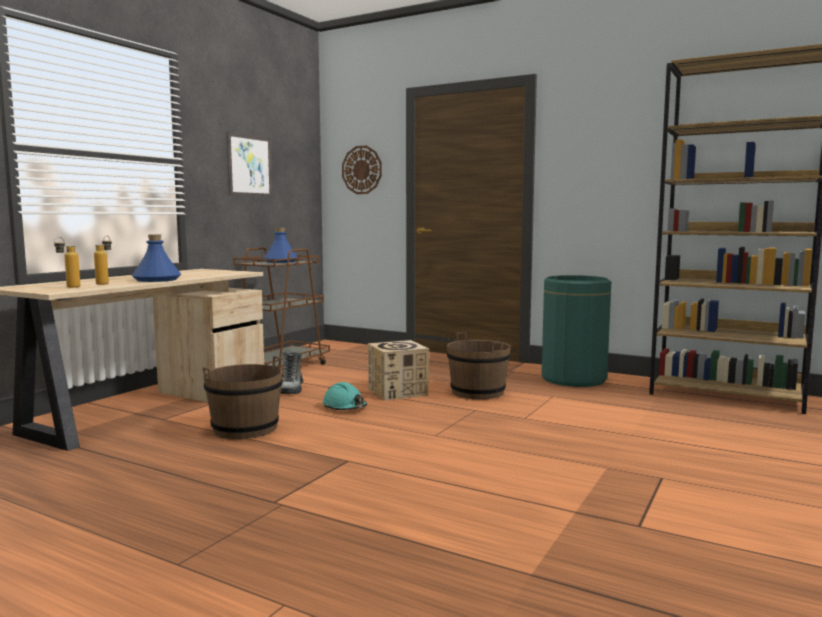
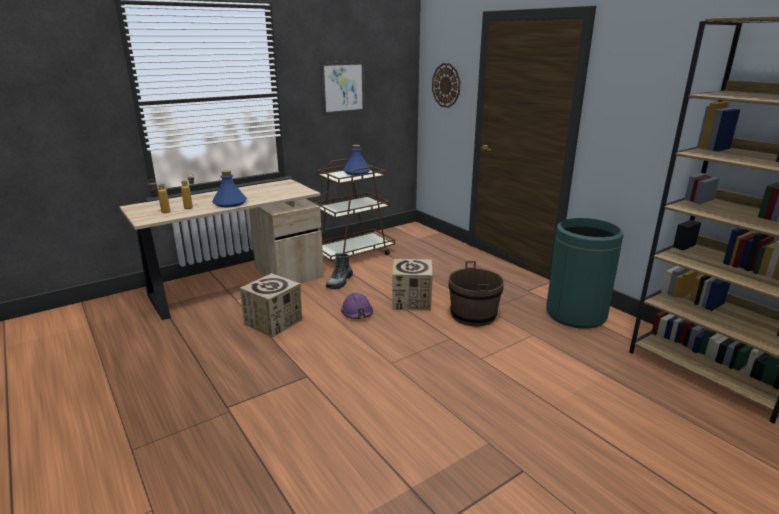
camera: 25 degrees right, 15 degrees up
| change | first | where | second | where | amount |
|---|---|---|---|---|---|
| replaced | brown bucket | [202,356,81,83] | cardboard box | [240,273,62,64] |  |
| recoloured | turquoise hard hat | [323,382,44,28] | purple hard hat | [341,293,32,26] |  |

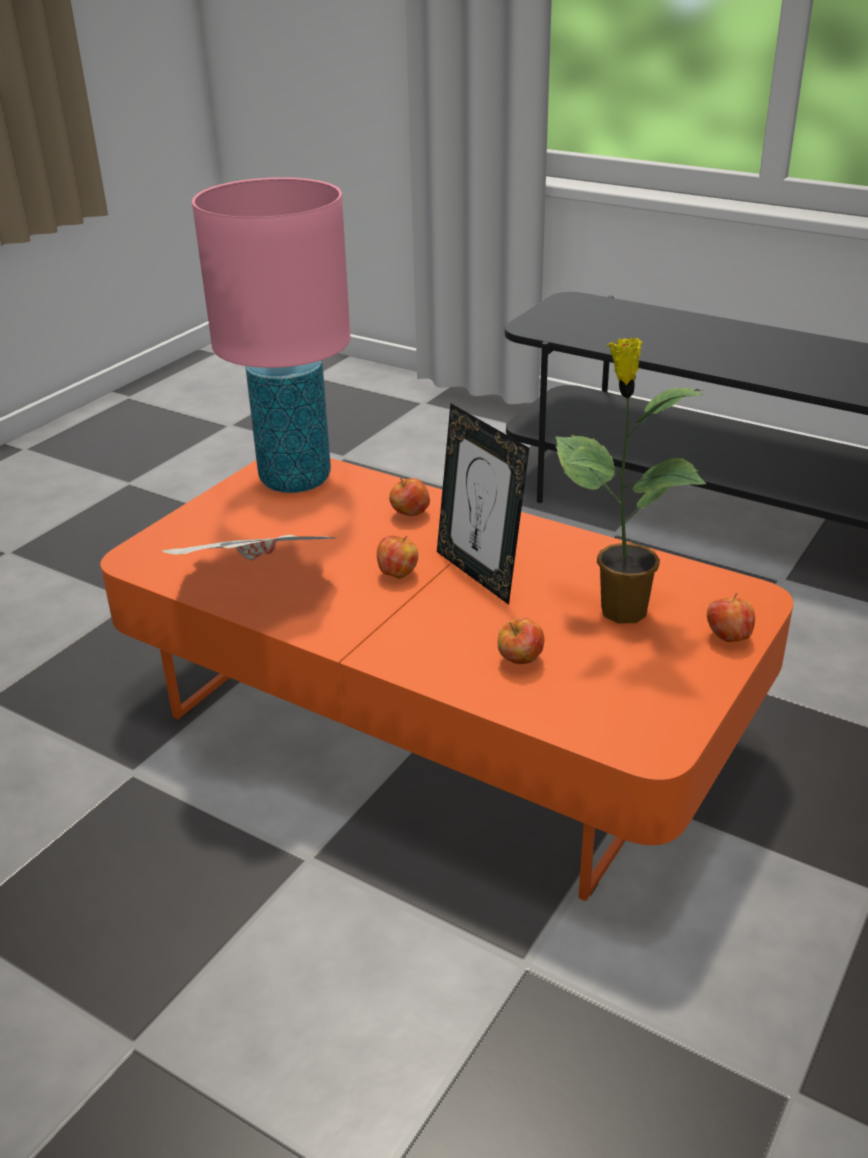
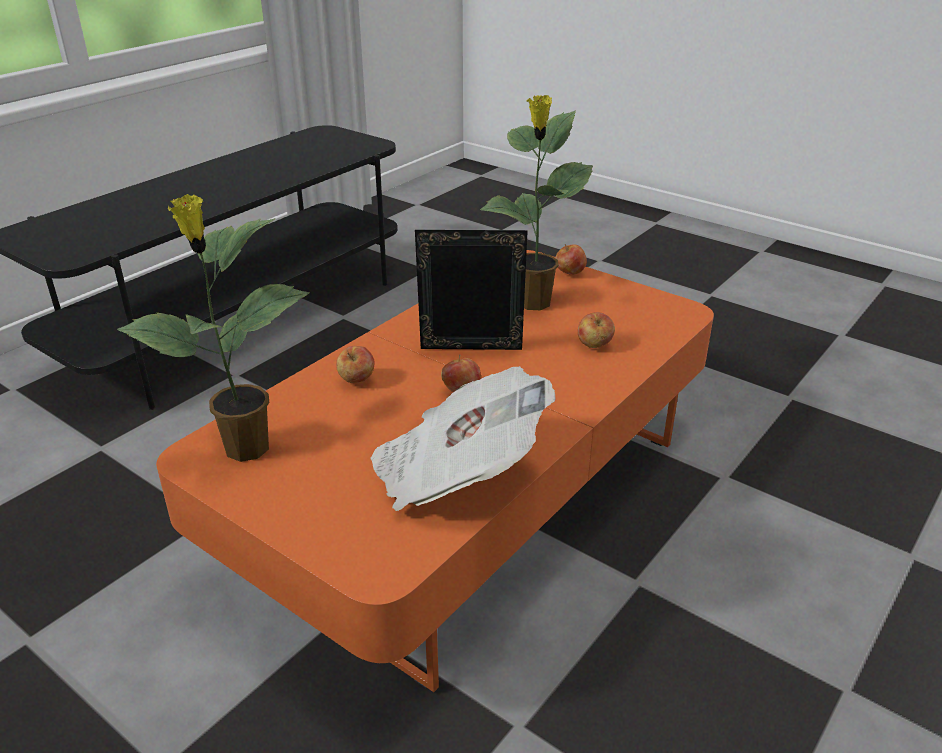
camera: 85 degrees left, 0 degrees up
| change | first | where | second | where | amount |
|---|---|---|---|---|---|
| replaced | pink table lamp | [192,177,158,316] | potted plant | [117,194,192,268] |  |
| turned | picture frame | [437,403,92,202] |  | [415,230,113,120] | 150 degrees counterclockwise |

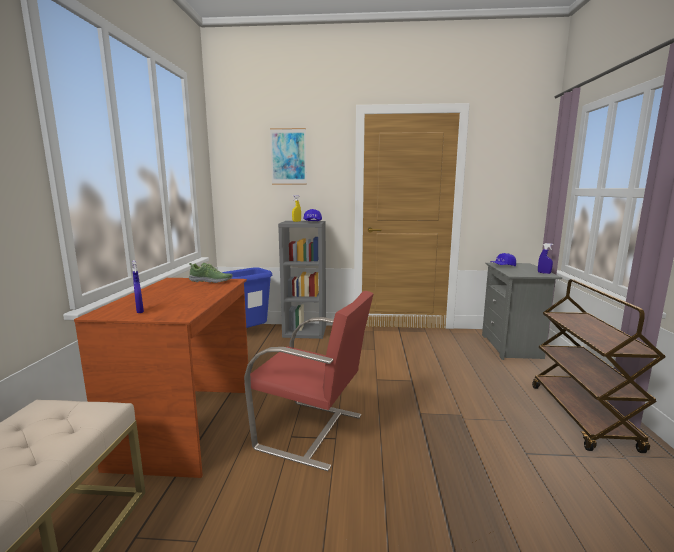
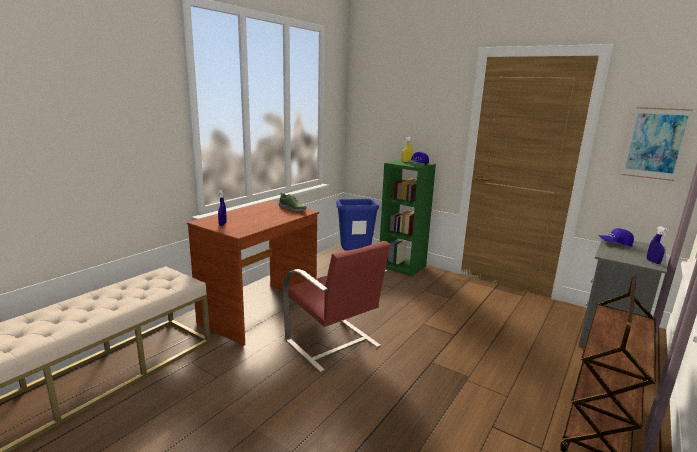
camera: 30 degrees right, 5 degrees up
| change | first | where | second | where | amount |
|---|---|---|---|---|---|
| moved | picture | [270,128,37,57] |  | [621,107,72,74] |  |
| recoloured | grey bookcase | [278,221,48,118] | green bookcase | [380,159,56,117] |  |

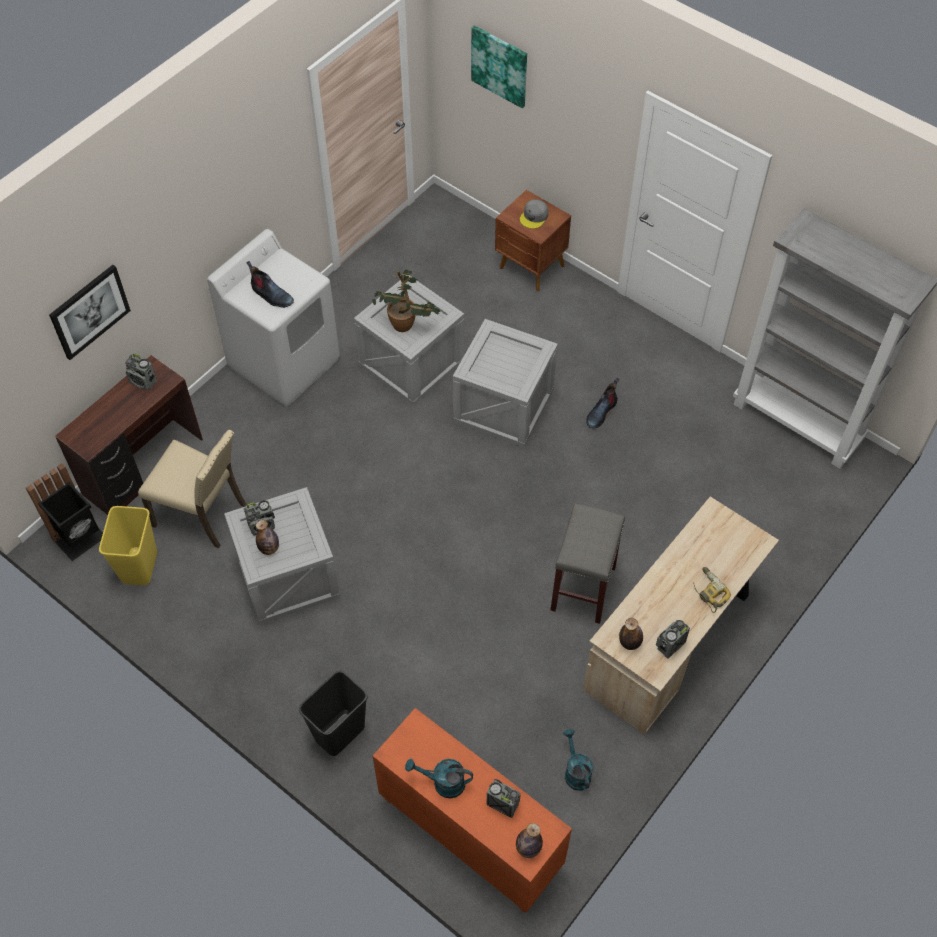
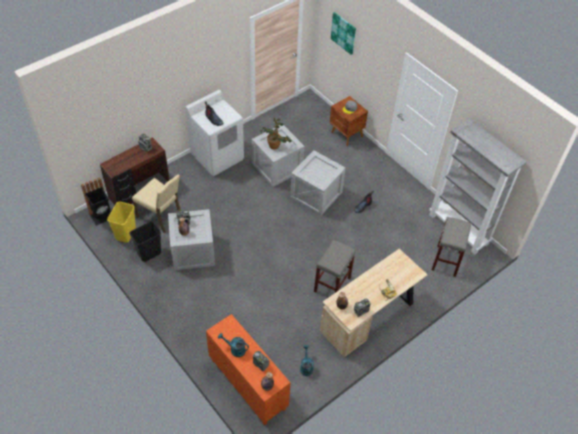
camera: 10 degrees right, 5 degrees down
| change | first | where | second | where | amount |
|---|---|---|---|---|---|
| removed | picture | [49,265,82,95] |  |  |  |
| moved | black trash can | [299,671,69,85] |  | [130,221,31,41] |  |
| added |  |  | grey stool | [432,217,39,60] |  |

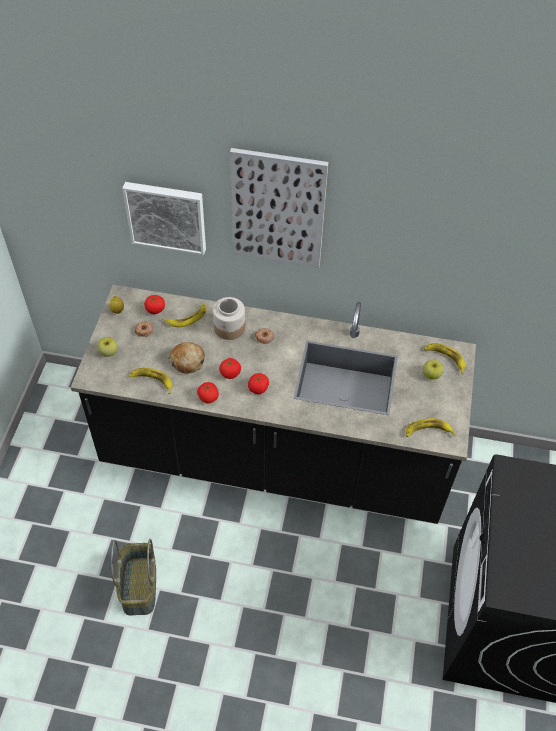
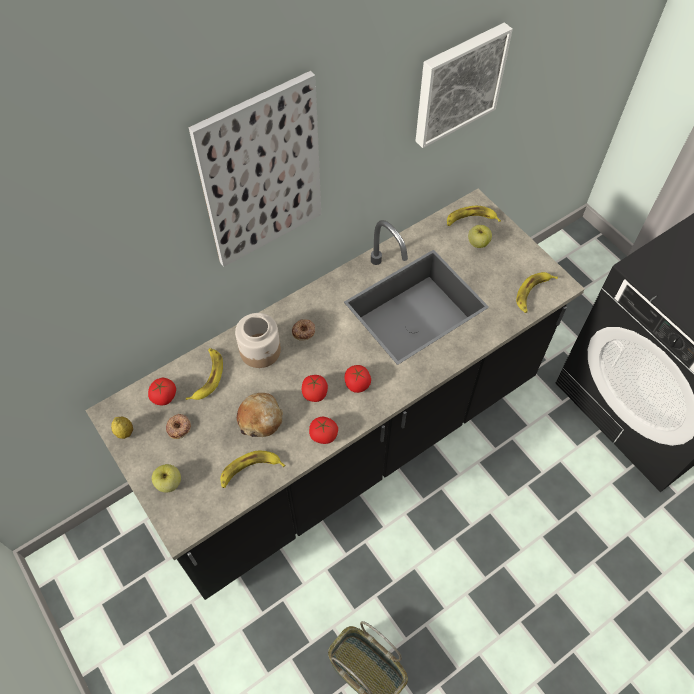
camera: 45 degrees left, 5 degrees up
| change | first | where | second | where | amount |
|---|---|---|---|---|---|
| moved | picture | [122,182,84,73] |  | [416,22,97,126] |  |

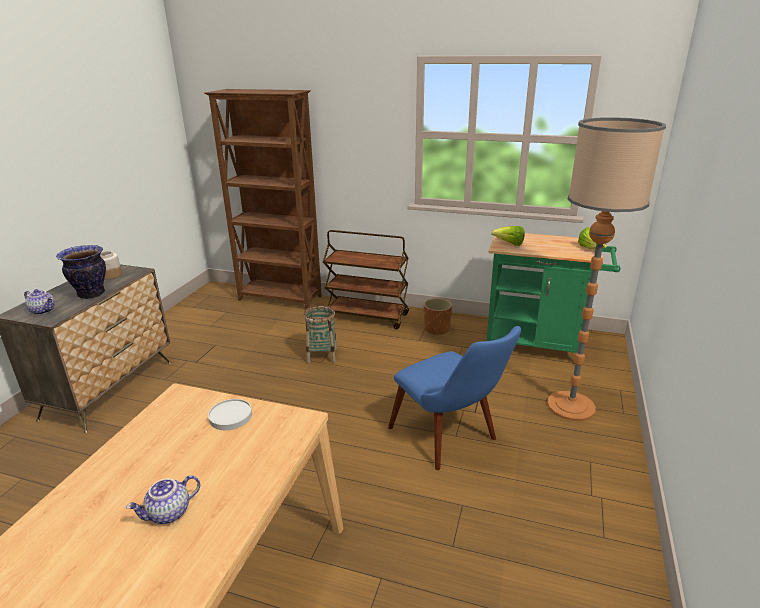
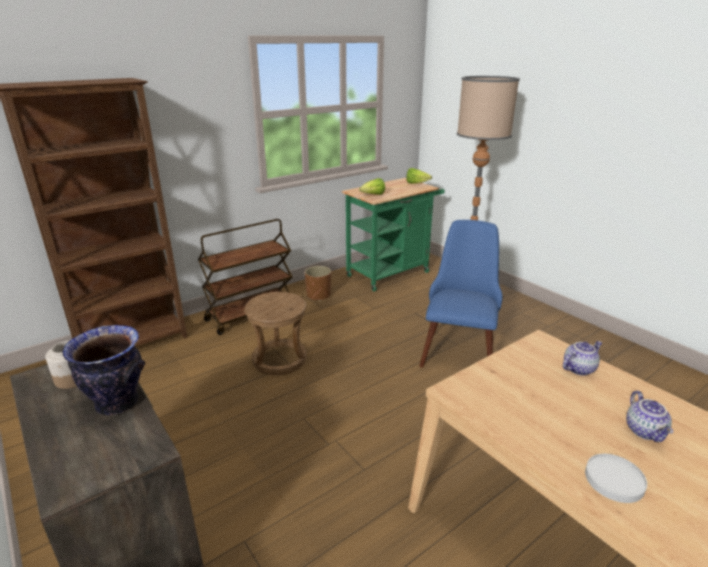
camera: 55 degrees left, 0 degrees up
| change | first | where | second | where | amount |
|---|---|---|---|---|---|
| moved | teapot | [24,289,31,26] |  | [563,341,39,34] |  |
| replaced | basket | [304,305,33,58] | brown stool | [244,292,62,83] |  |
| turned | blue chair | [388,326,133,144] |  | [419,220,84,148] | 75 degrees counterclockwise |
| moved | white plate | [208,399,44,31] |  | [585,454,62,49] |  |

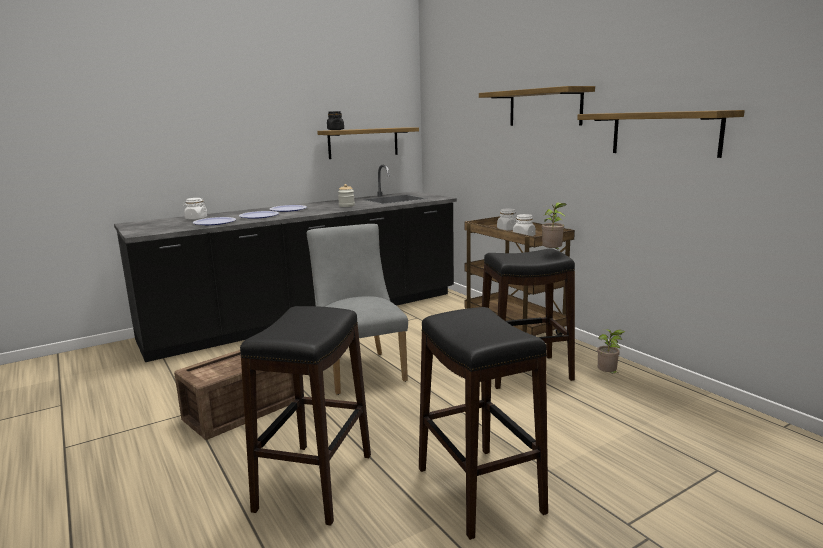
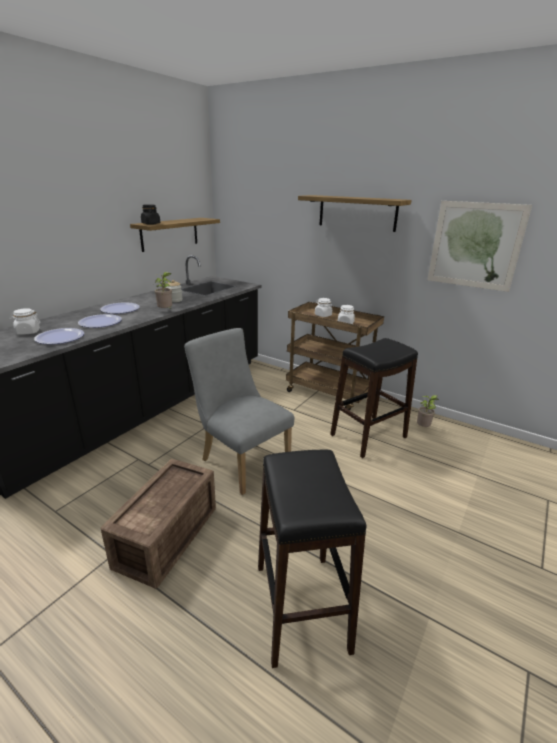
camera: 25 degrees left, 10 degrees up
| change | first | where | second | where | amount |
|---|---|---|---|---|---|
| replaced | shelf | [577,110,168,48] | picture | [427,201,105,91] |  |
| moved | potted plant | [542,202,25,49] |  | [155,272,17,36] |  |
| removed | black stool | [419,307,129,233] |  |  |  |

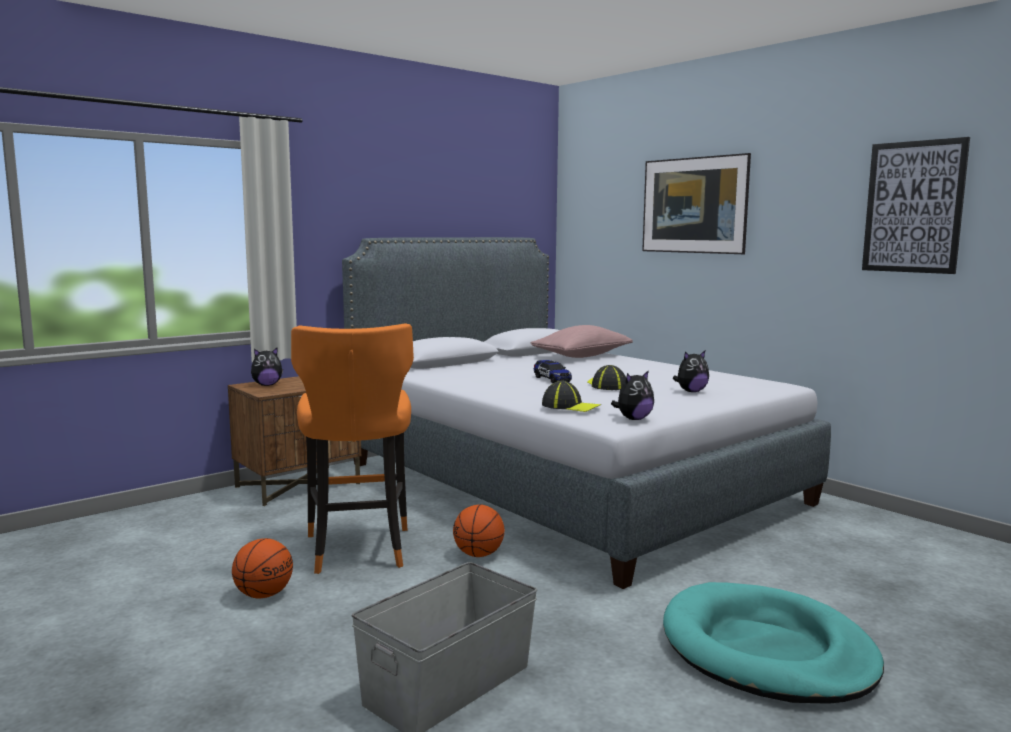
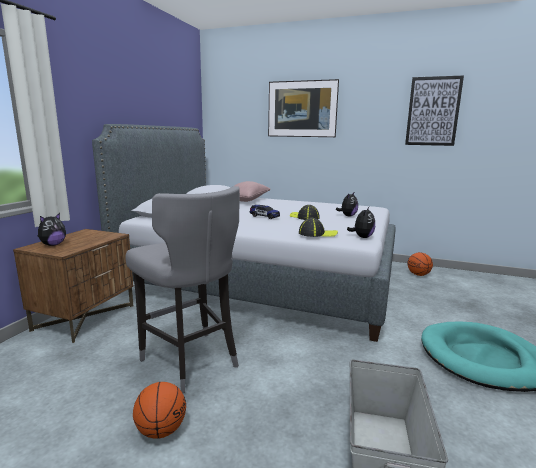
camera: 30 degrees left, 5 degrees up
| change | first | where | second | where | amount |
|---|---|---|---|---|---|
| recoloured | orange stool | [291,324,123,250] | grey stool | [125,186,115,207] |  |
| moved | basketball | [453,504,52,53] |  | [407,252,26,24] |  |

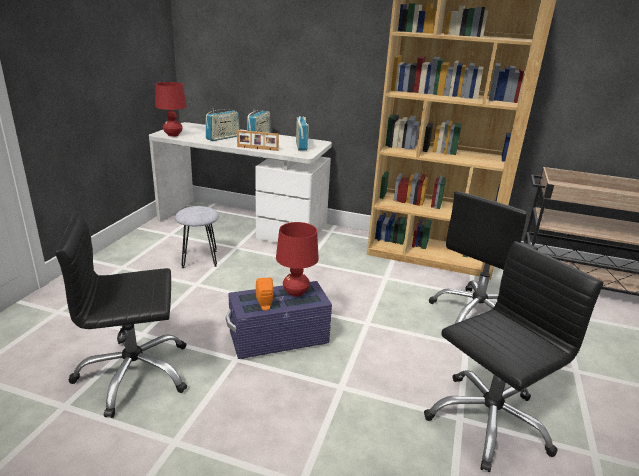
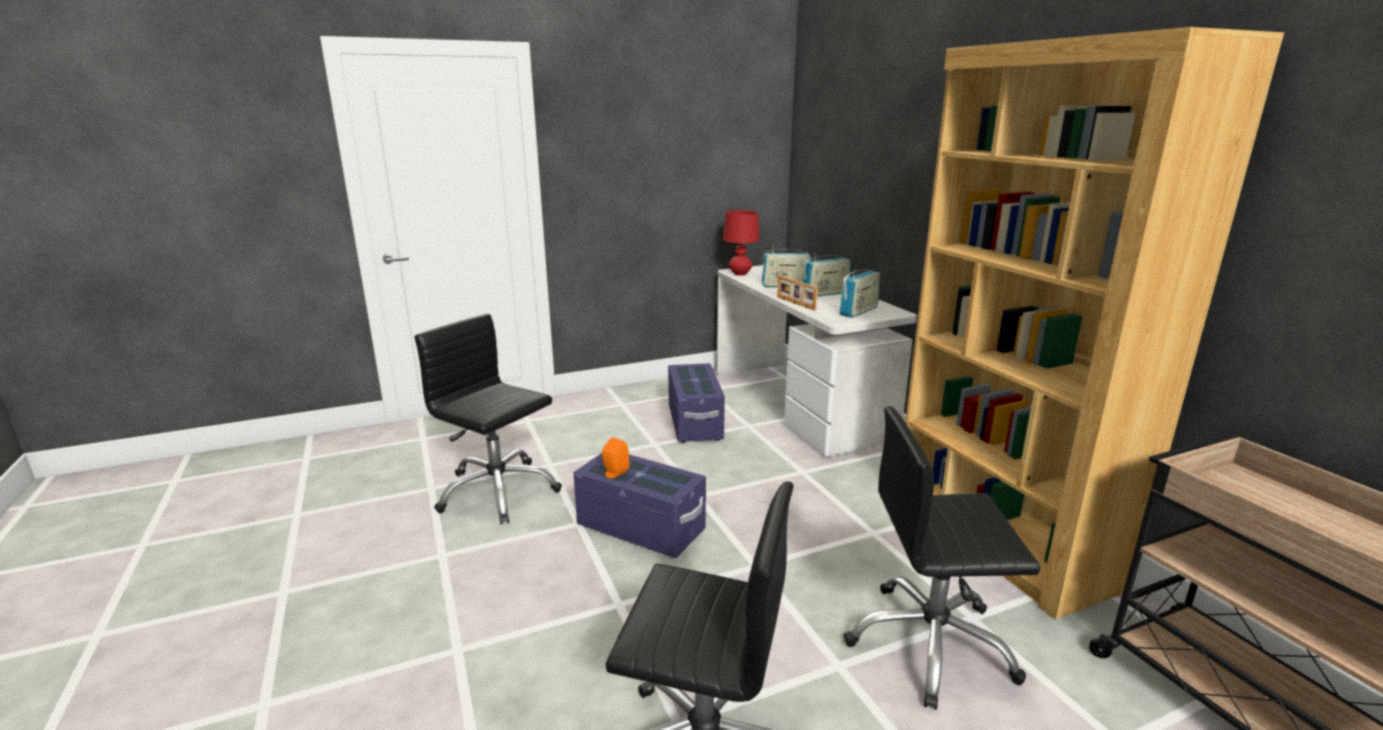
camera: 50 degrees right, 5 degrees down
| change | first | where | second | where | amount |
|---|---|---|---|---|---|
| replaced | grey stool | [175,206,44,62] | purple storage box | [668,363,57,80] |  |
| removed | red table lamp | [276,222,43,75] |  |  |  |

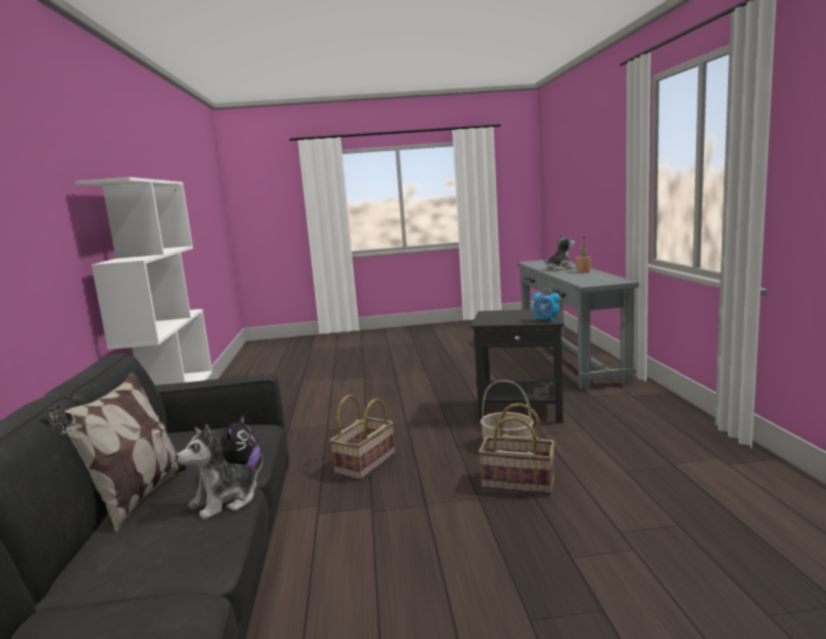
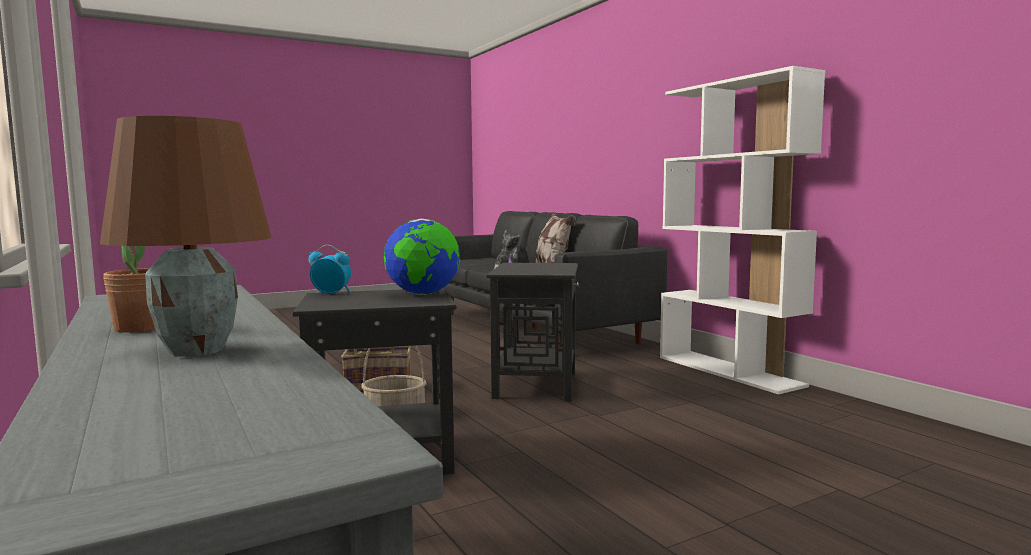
camera: 155 degrees right, 5 degrees down
| change | first | where | second | where | amount |
|---|---|---|---|---|---|
| replaced | plush toy | [543,233,32,37] | brown table lamp | [100,116,171,241] |  |
| replaced | basket | [330,395,65,85] | black side table | [486,263,93,138] |  |
| added |  |  | globe | [384,219,76,76] |  |

